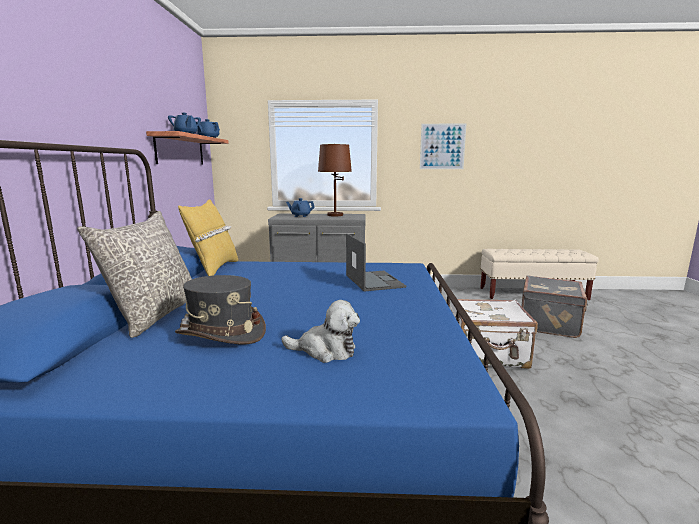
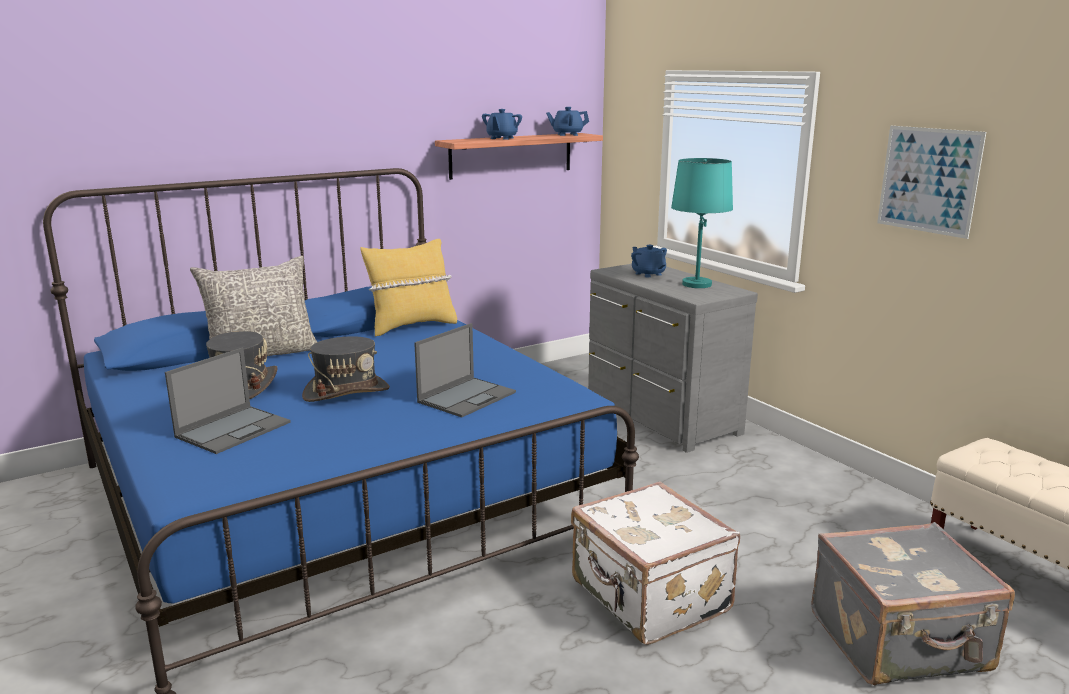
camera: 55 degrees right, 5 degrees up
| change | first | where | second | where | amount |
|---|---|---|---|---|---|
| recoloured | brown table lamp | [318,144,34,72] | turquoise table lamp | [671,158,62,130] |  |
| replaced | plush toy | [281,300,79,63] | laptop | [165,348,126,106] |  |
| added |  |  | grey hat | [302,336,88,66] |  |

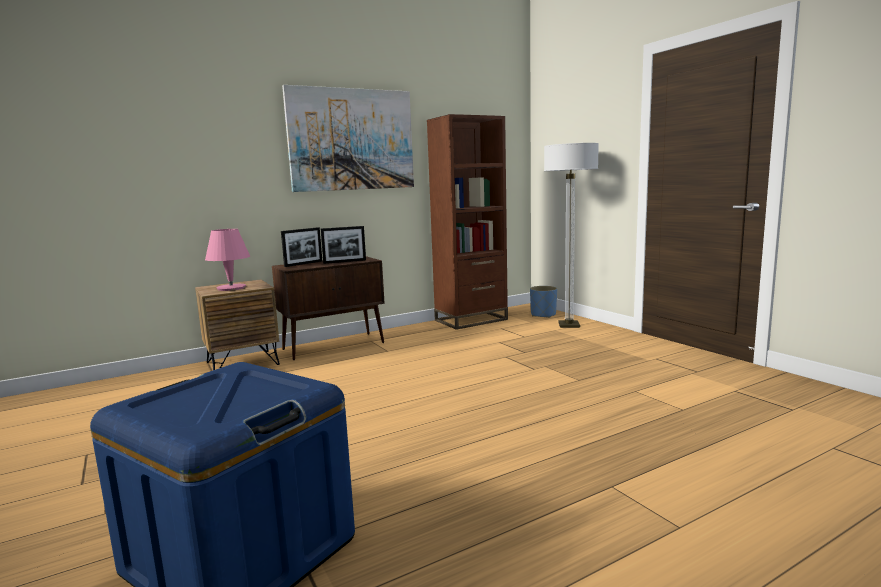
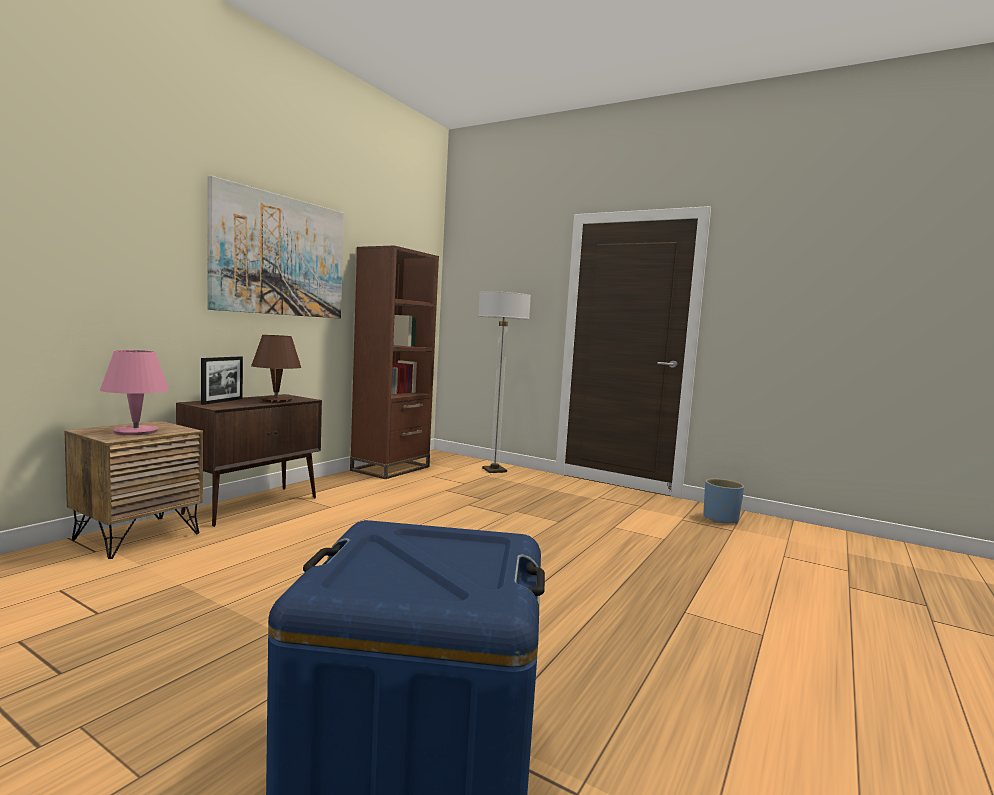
camera: 30 degrees left, 5 degrees down
| change | first | where | second | where | amount |
|---|---|---|---|---|---|
| replaced | picture frame | [321,226,45,38] | brown table lamp | [251,335,50,67] |  |
| moved | blue planter | [530,286,27,32] |  | [703,478,41,46] |  |

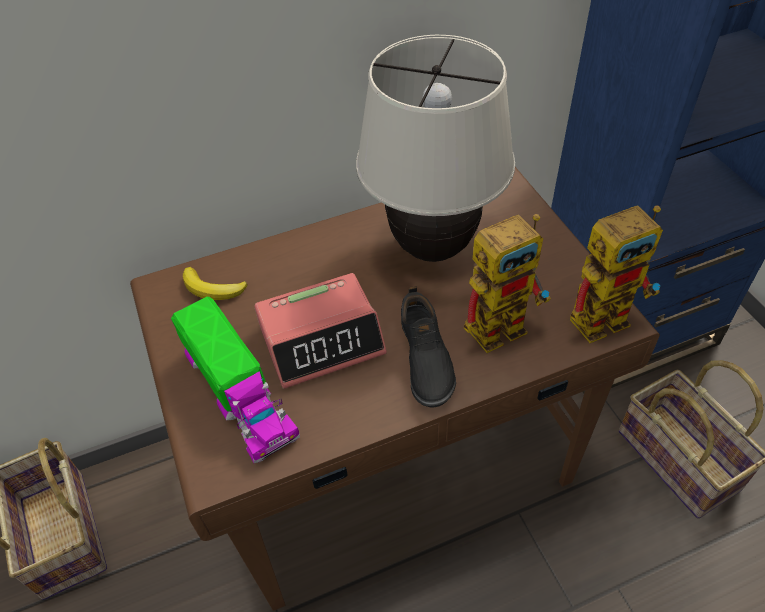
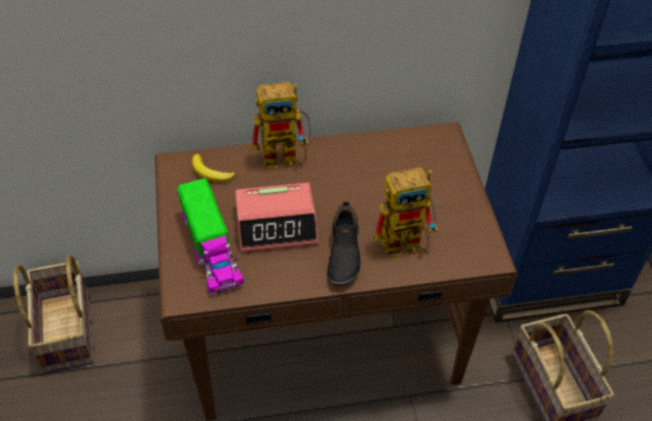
camera: 10 degrees right, 0 degrees up
| change | first | where | second | where | amount |
|---|---|---|---|---|---|
| removed | beige table lamp | [356,35,159,227] |  |  |  |
| moved | toy robot | [570,205,93,138] |  | [251,82,60,88] |  |

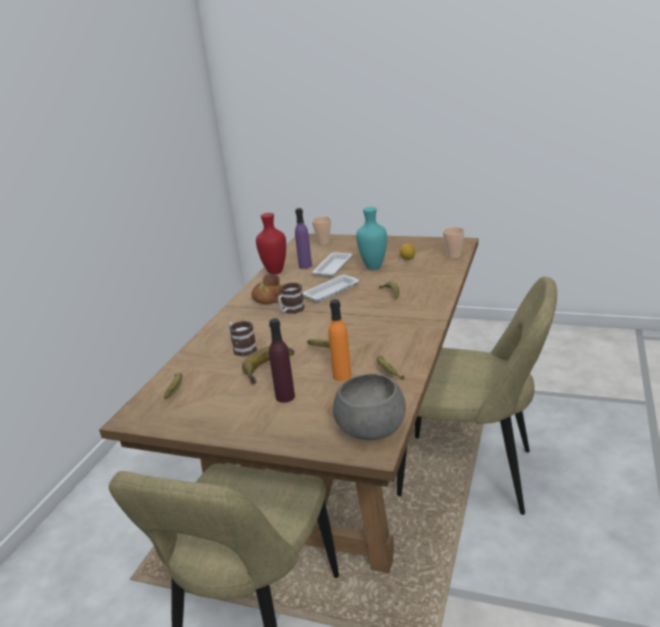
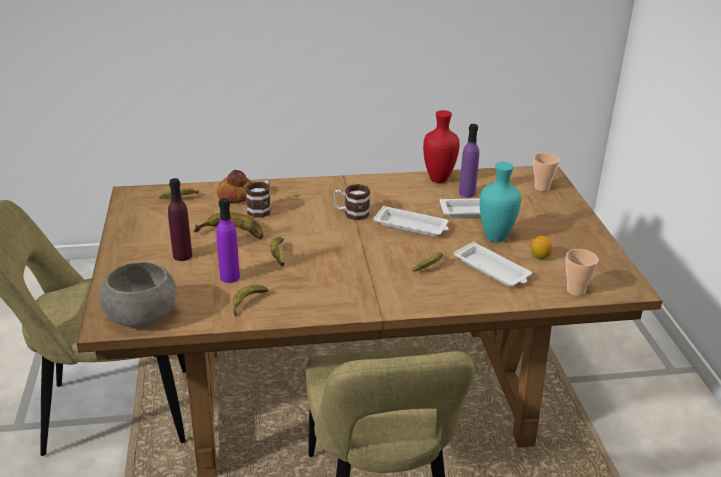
camera: 60 degrees right, 5 degrees up
| change | first | where | second | where | amount |
|---|---|---|---|---|---|
| moved | bread | [251,274,31,30] |  | [217,170,35,34] |  |
| recoloured | orange bottle | [328,299,24,82] | purple bottle | [216,198,24,85] |  |
| added |  |  | white tray | [454,242,78,45] |  |

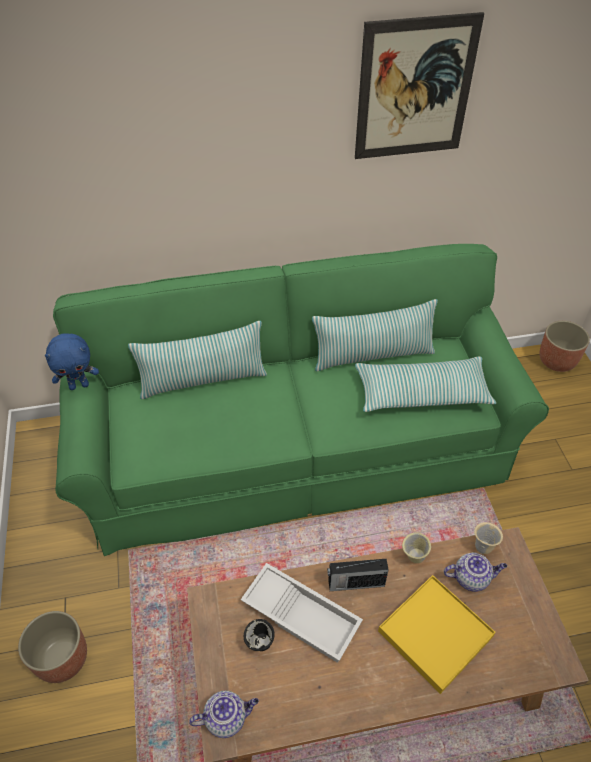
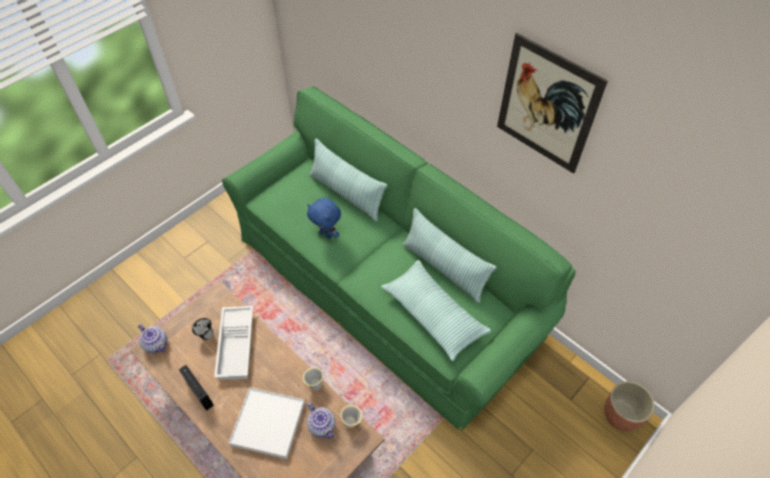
camera: 55 degrees right, 5 degrees up
| change | first | where | second | where | amount |
|---|---|---|---|---|---|
| moved | blue plush toy | [45,333,54,57] |  | [307,198,34,41] |  |
| moved | radio | [327,559,62,32] |  | [179,365,35,46] |  |
| recoloured | yellow tray | [378,575,118,119] | white tray | [229,387,76,72] |  |
| removed | planter | [18,611,69,72] |  |  |  |

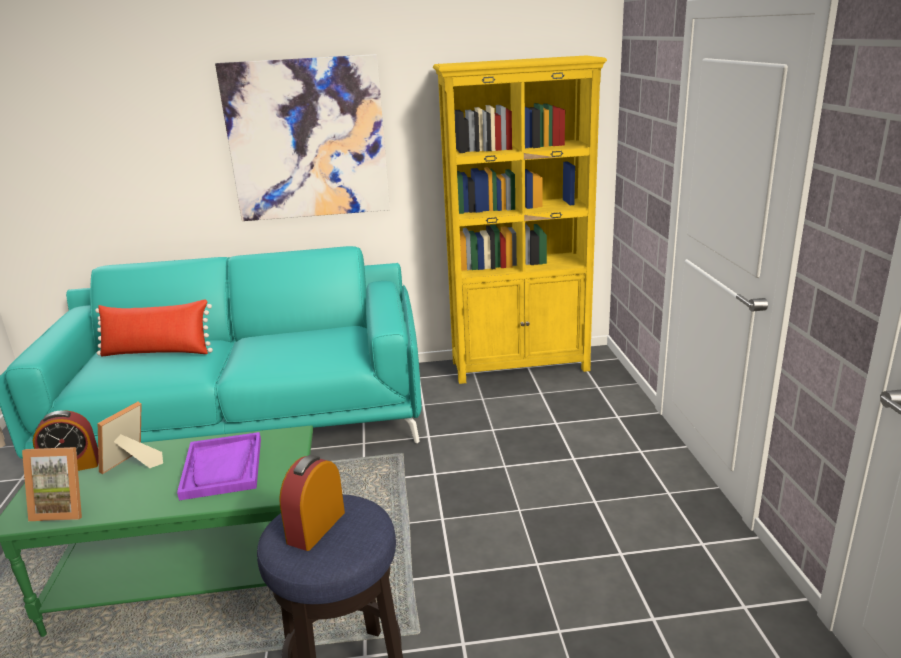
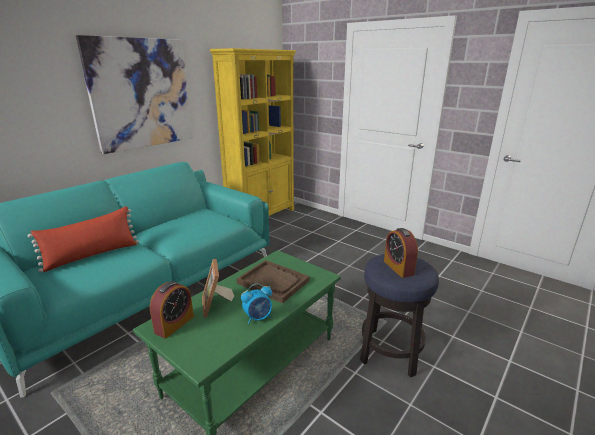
camera: 45 degrees left, 0 degrees up
| change | first | where | second | where | amount |
|---|---|---|---|---|---|
| recoloured | purple tray | [177,432,84,68] | brown tray | [237,260,73,43] |  |
| removed | picture frame | [22,447,60,74] |  |  |  |
| added |  |  | alarm clock | [241,284,31,40] |  |

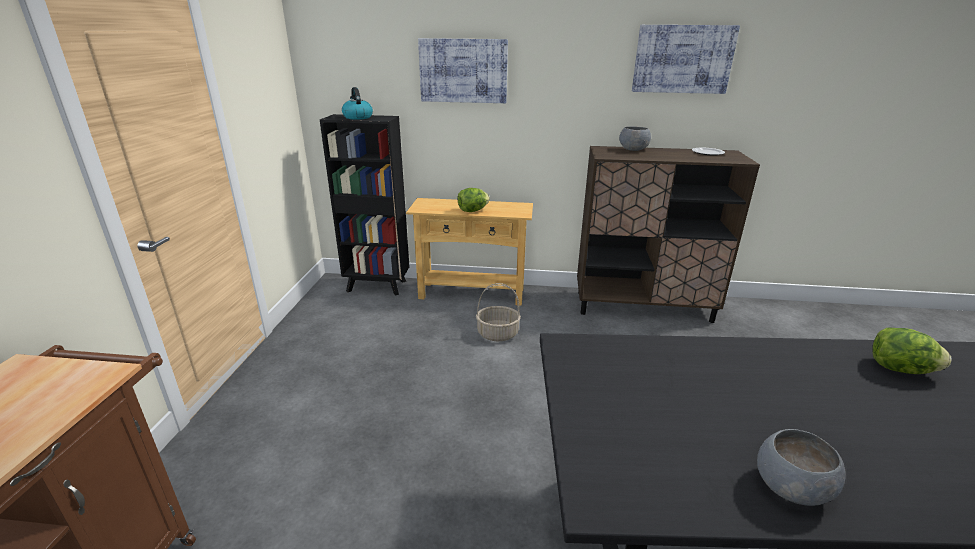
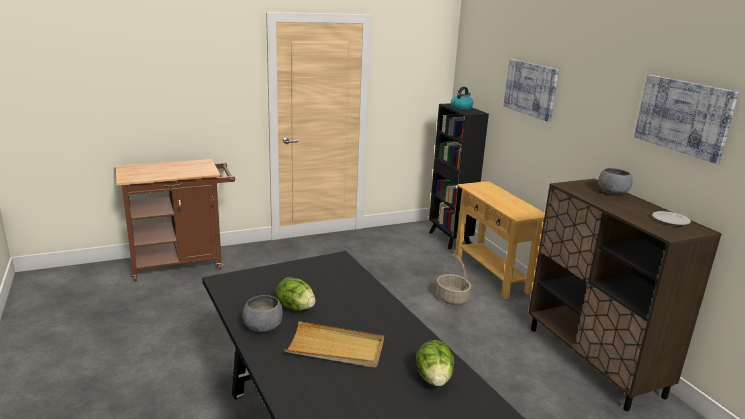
camera: 60 degrees right, 5 degrees down
| change | first | where | second | where | amount |
|---|---|---|---|---|---|
| moved | lettuce | [458,188,32,24] |  | [276,277,40,34] |  |
| added |  |  | beige tray | [284,322,100,46] |  |

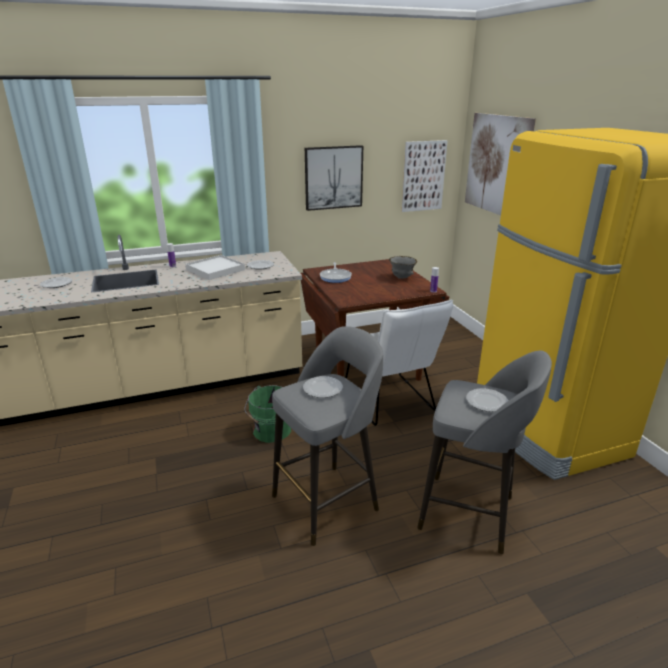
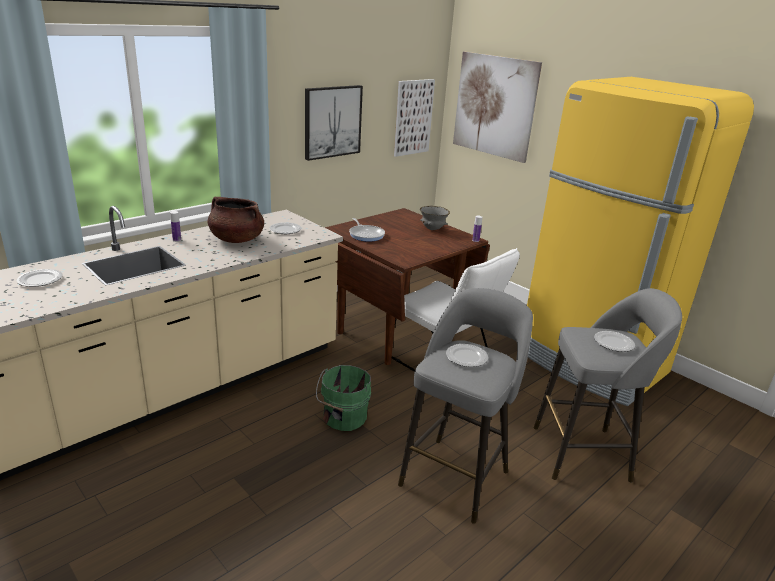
camera: 25 degrees left, 0 degrees up
| change | first | where | second | where | amount |
|---|---|---|---|---|---|
| replaced | white tray | [186,255,59,25] | brown cooking pot | [207,197,57,46] |  |

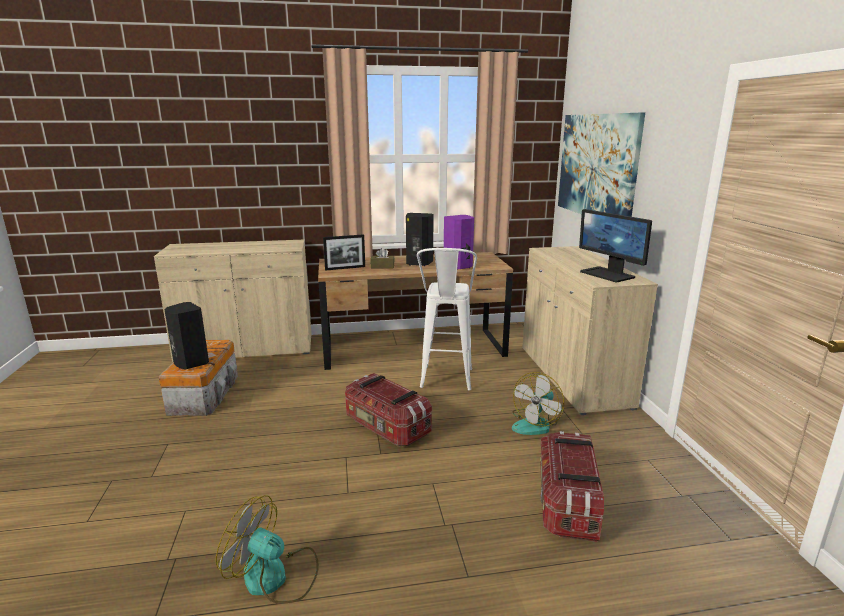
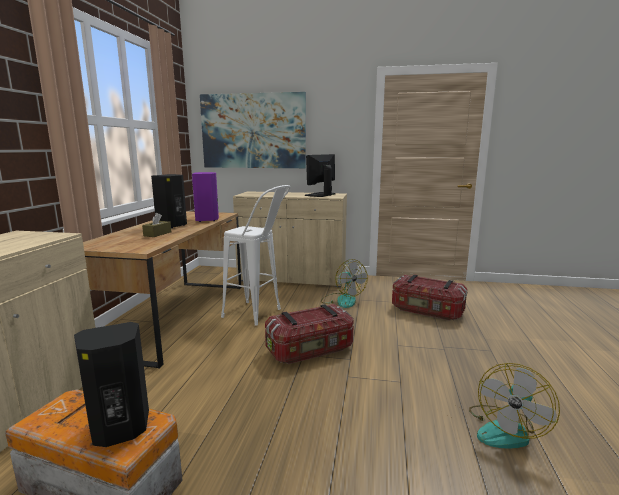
camera: 70 degrees left, 5 degrees down
| change | first | where | second | where | amount |
|---|---|---|---|---|---|
| turned | monitor | [579,209,73,73] |  | [305,154,31,43] | 135 degrees clockwise |
| removed | picture frame | [323,234,42,37] |  |  |  |

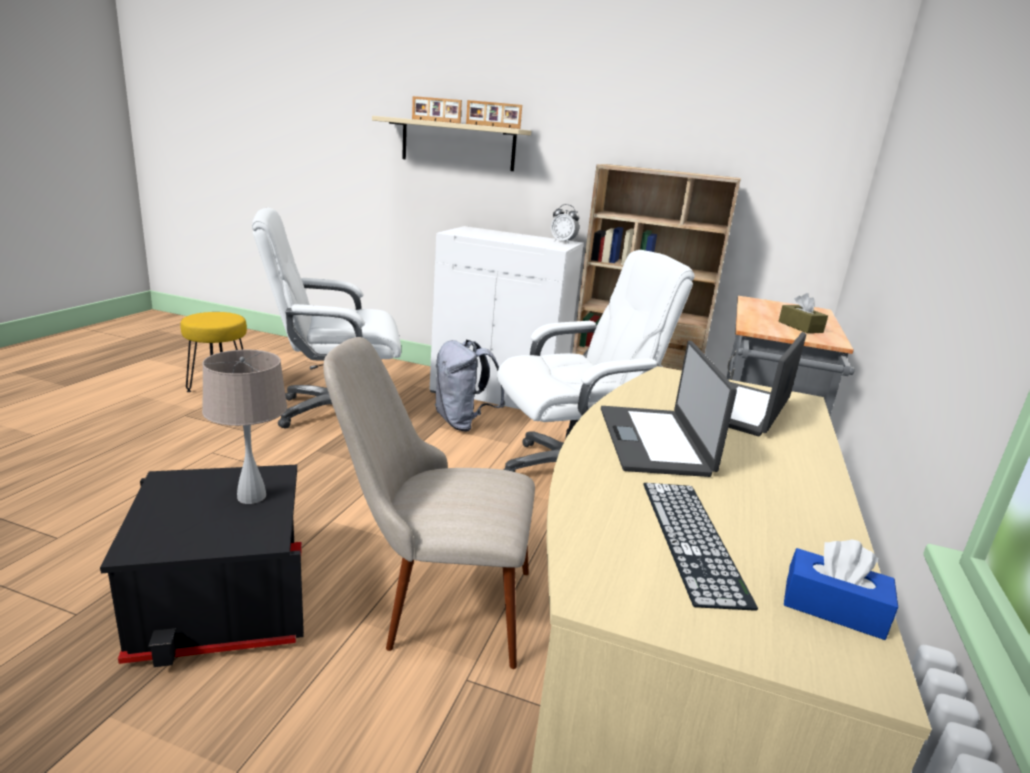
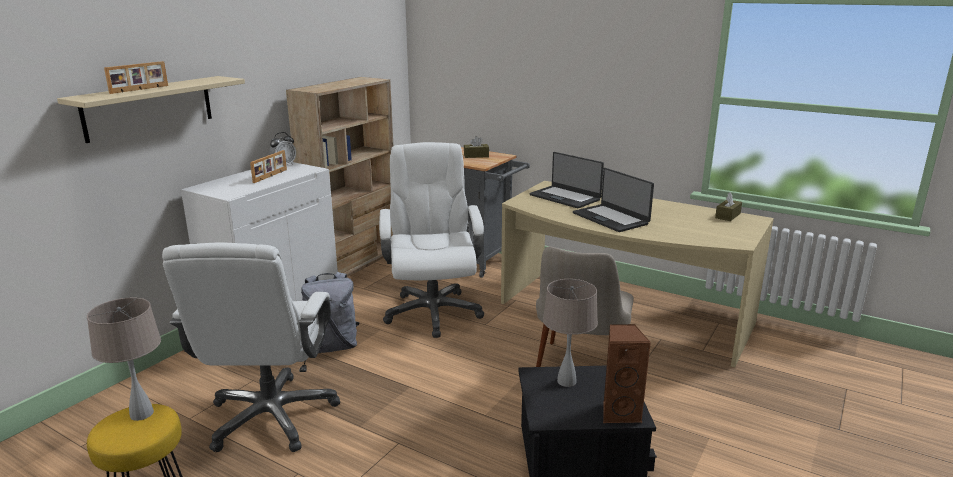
camera: 75 degrees left, 0 degrees up
| change | first | where | second | where | amount |
|---|---|---|---|---|---|
| moved | picture frame | [466,100,56,29] |  | [250,150,37,33] |  |
| turned | laptop | [601,341,136,136] |  | [573,168,81,64] | 45 degrees clockwise |
| removed | keyboard | [643,483,115,127] |  |  |  |
| recoloured | blue tissue box | [784,539,114,101] | brown tissue box | [715,192,27,29] |  |
| added |  |  | beige table lamp | [87,297,74,124] |  |
| added |  |  | brown speaker | [603,324,48,99] |  |

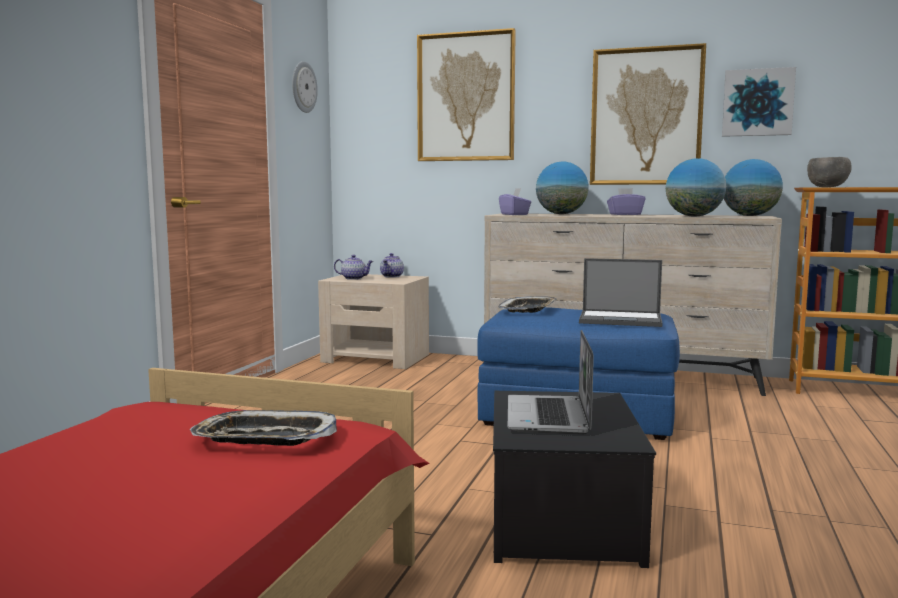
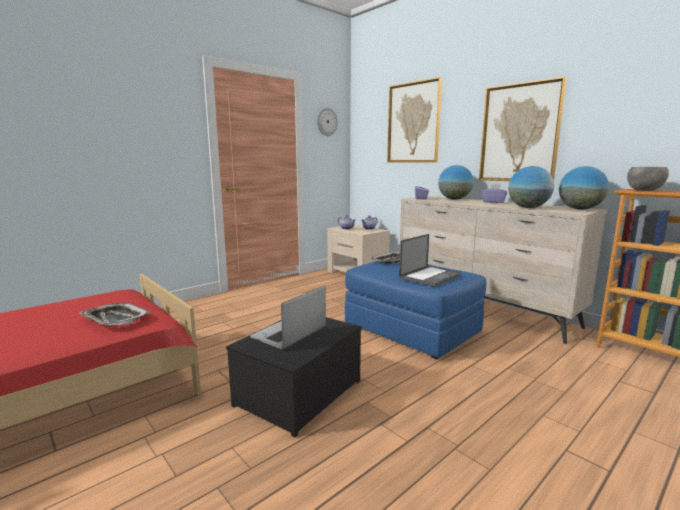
camera: 30 degrees right, 5 degrees up
| change | first | where | second | where | amount |
|---|---|---|---|---|---|
| removed | picture | [722,67,74,70] |  |  |  |
| turned | laptop | [579,258,83,69] |  | [399,234,62,53] | 90 degrees counterclockwise |

